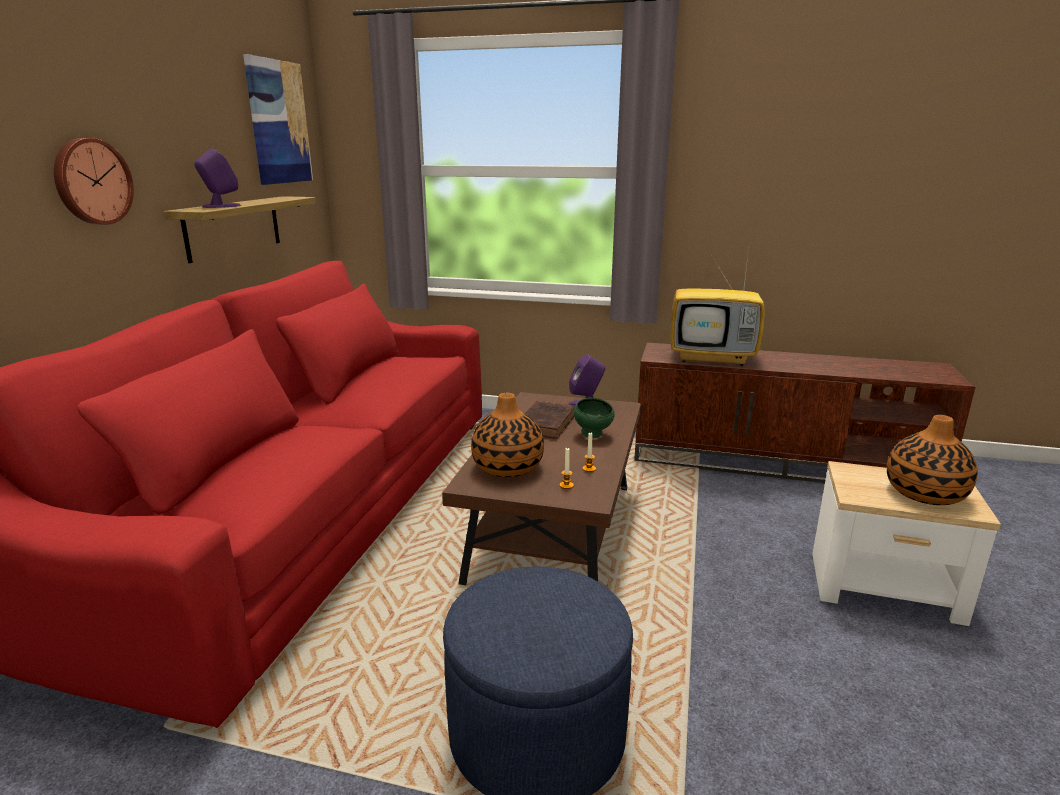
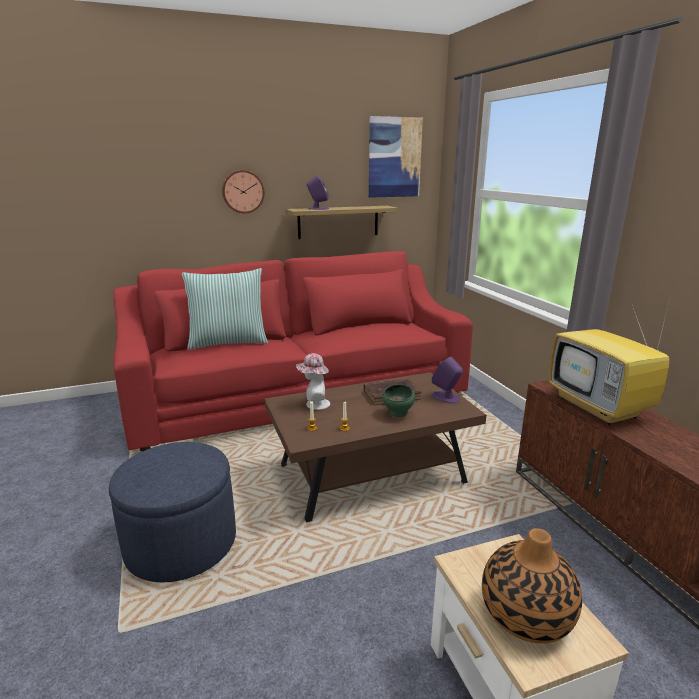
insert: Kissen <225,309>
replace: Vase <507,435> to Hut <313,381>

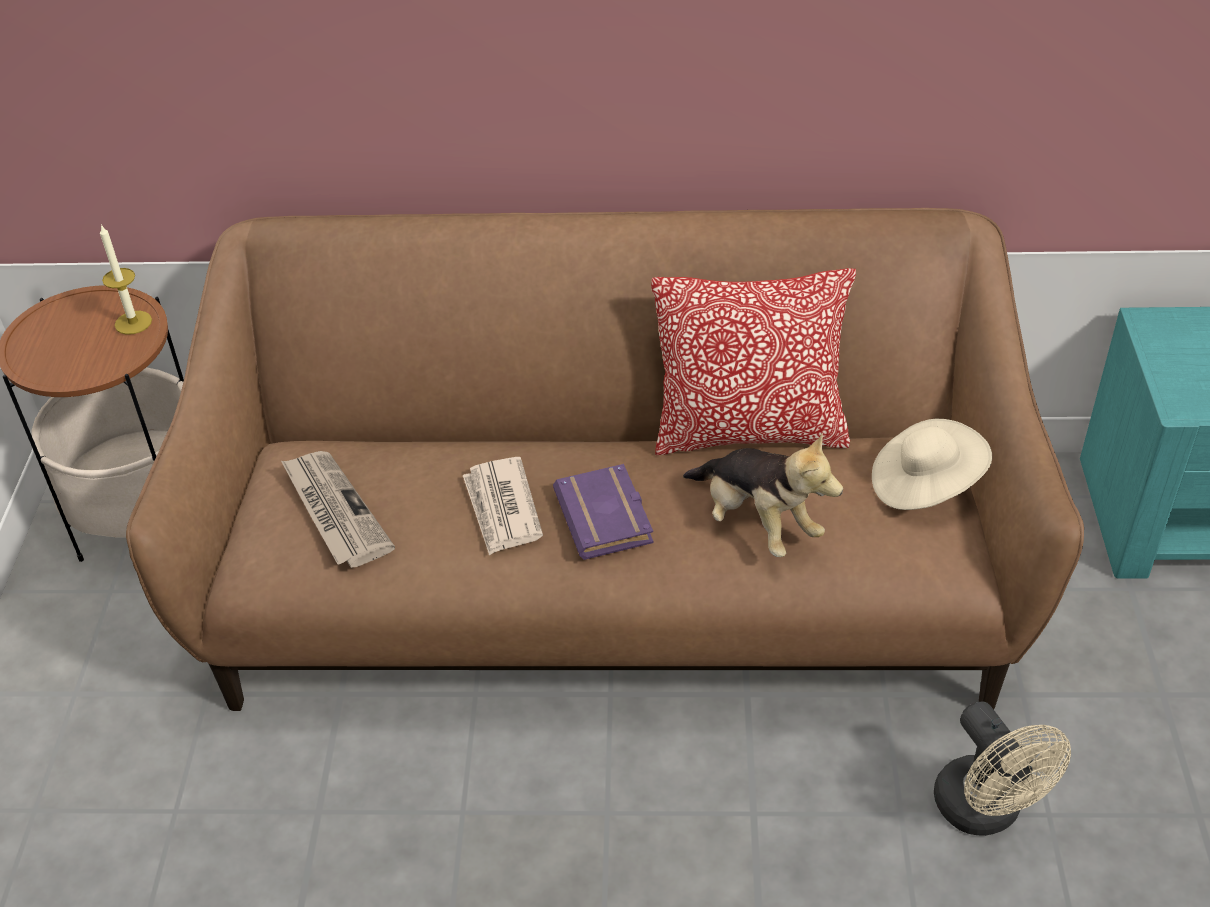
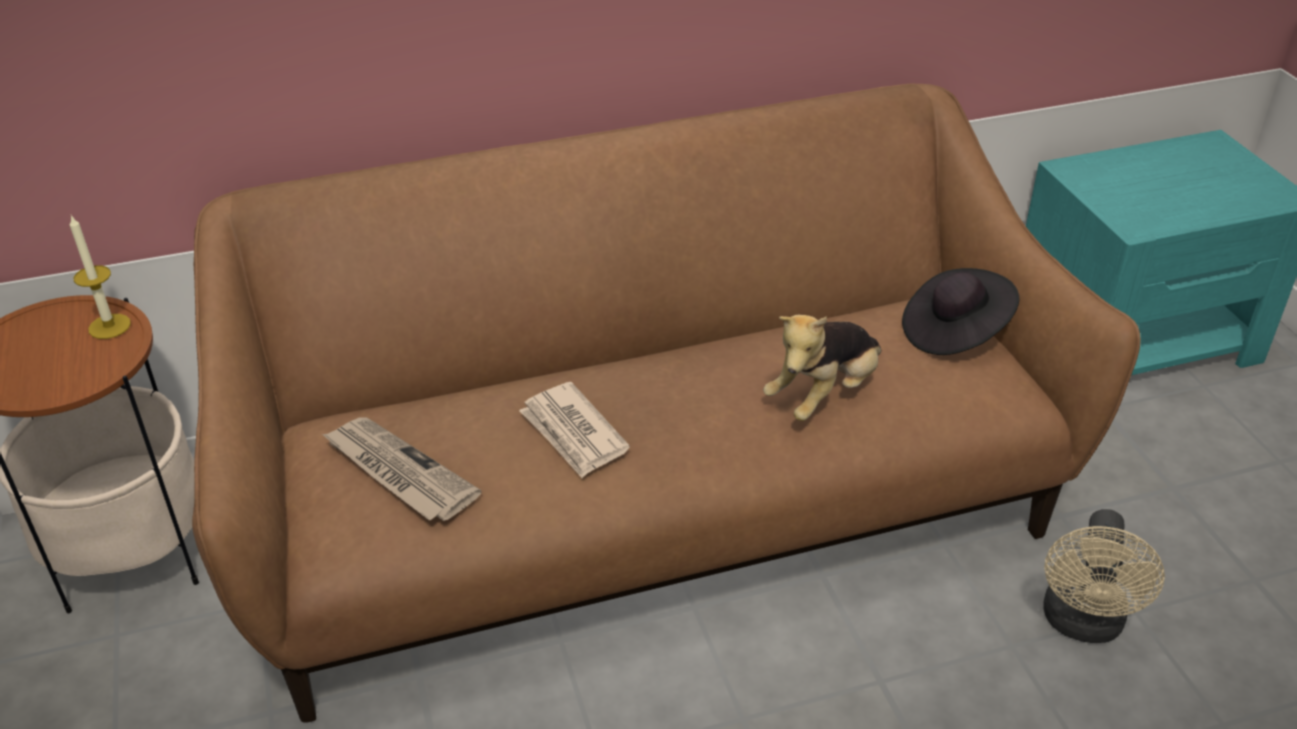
delete: Buch [lila] <603,512>; Kissen <753,361>
recolor: Hut [beige] <932,464> to Hut [schwarz] <960,311>
rotate: Plüschtier <763,495> = <822,368> 105 degrees clockwise; Ventilator [beige] <1002,768> = <1104,576> 60 degrees clockwise

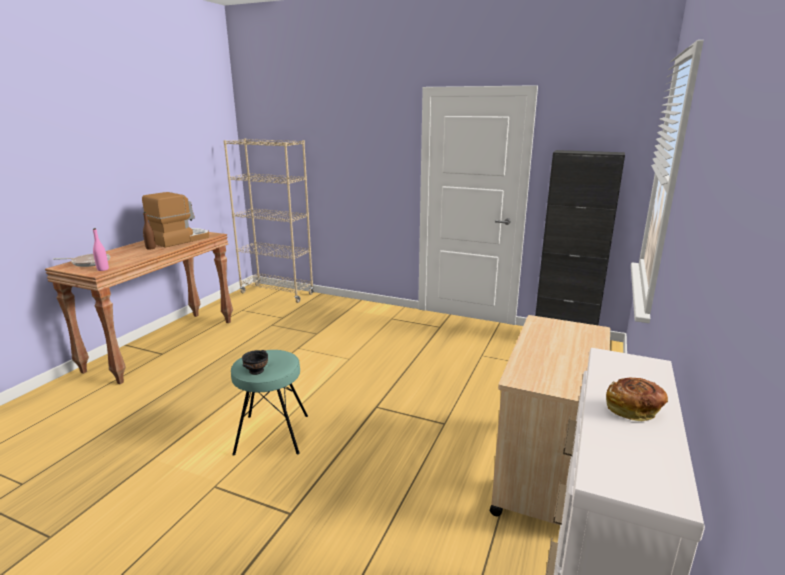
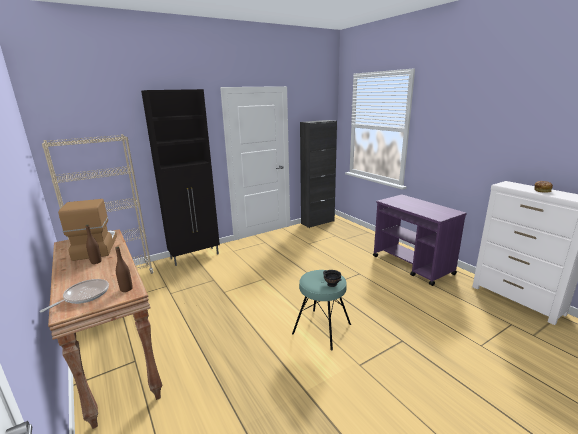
insert: Schrank [schwarz] <180,177>
recolor: Flasche [rosa] <101,249> to Flasche [braun] <124,269>; Rollwagen [beige] <549,420> to Rollwagen [lila] <420,240>

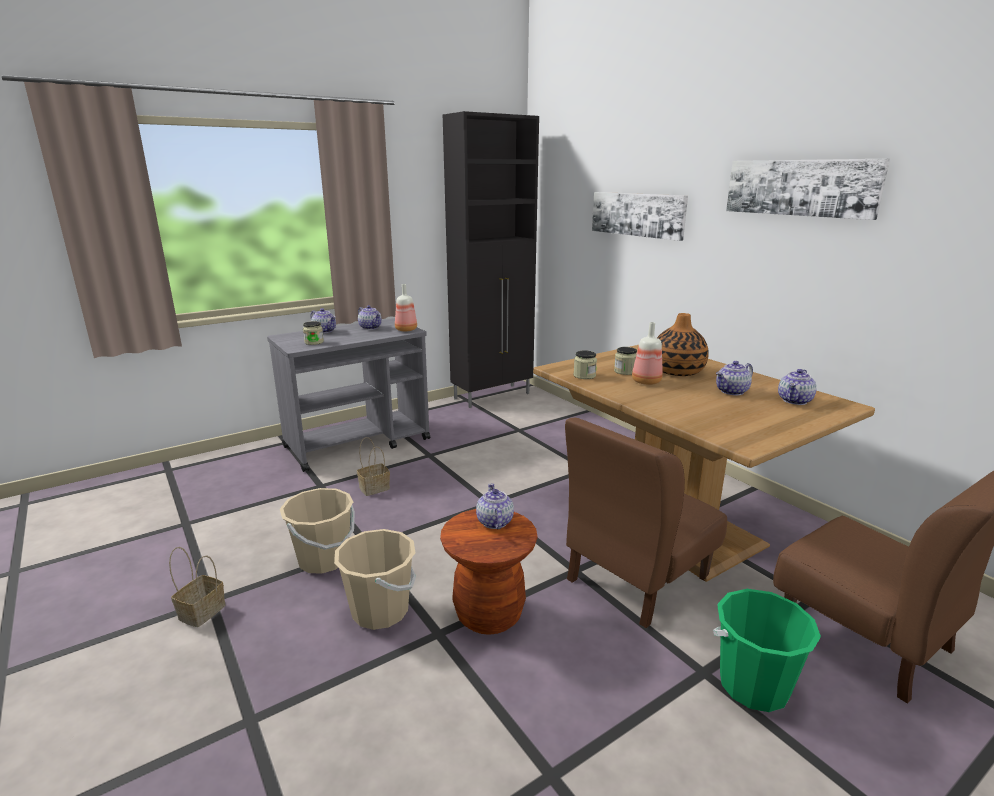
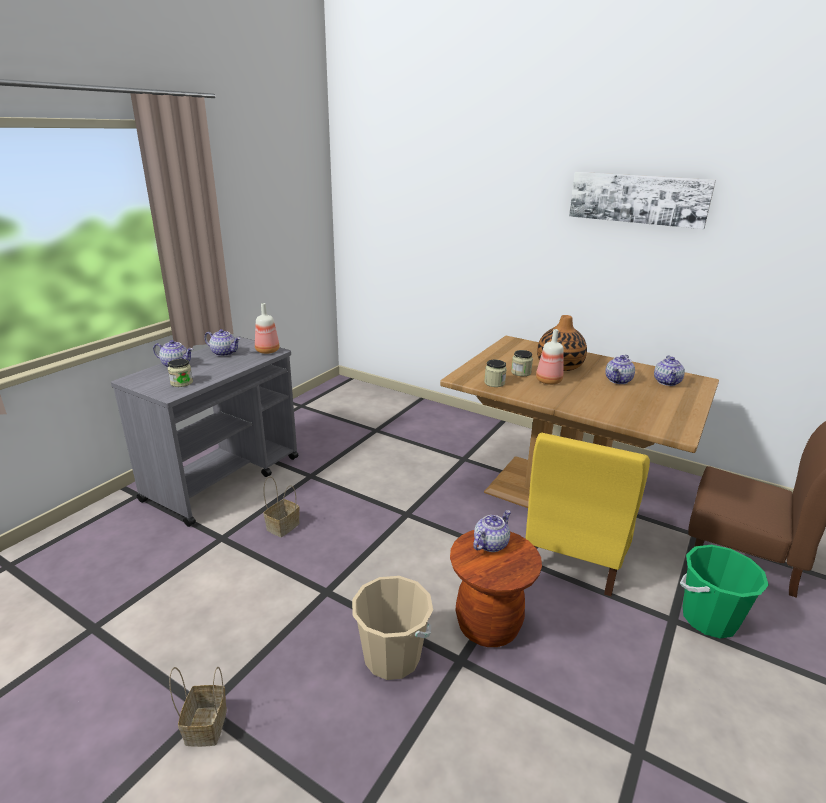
delete: Eimer [beige] <317,531>; Schrank [schwarz] <491,259>; Bild <640,216>
recolor: Stuhl [braun] <646,523> to Stuhl [gelb] <587,514>
rotate: Teekanne <495,506> = <492,531> 75 degrees clockwise

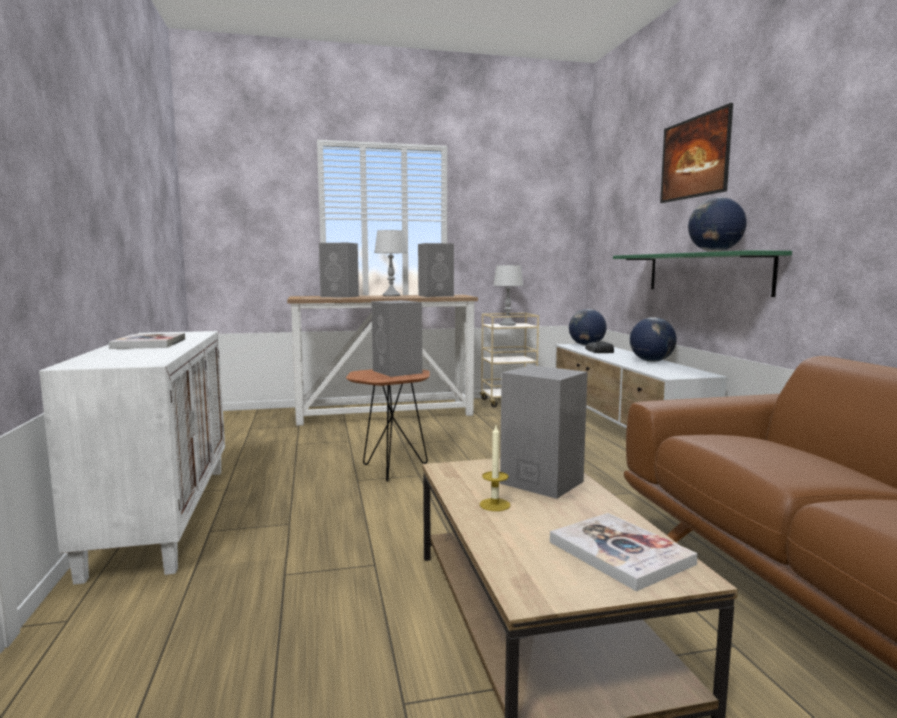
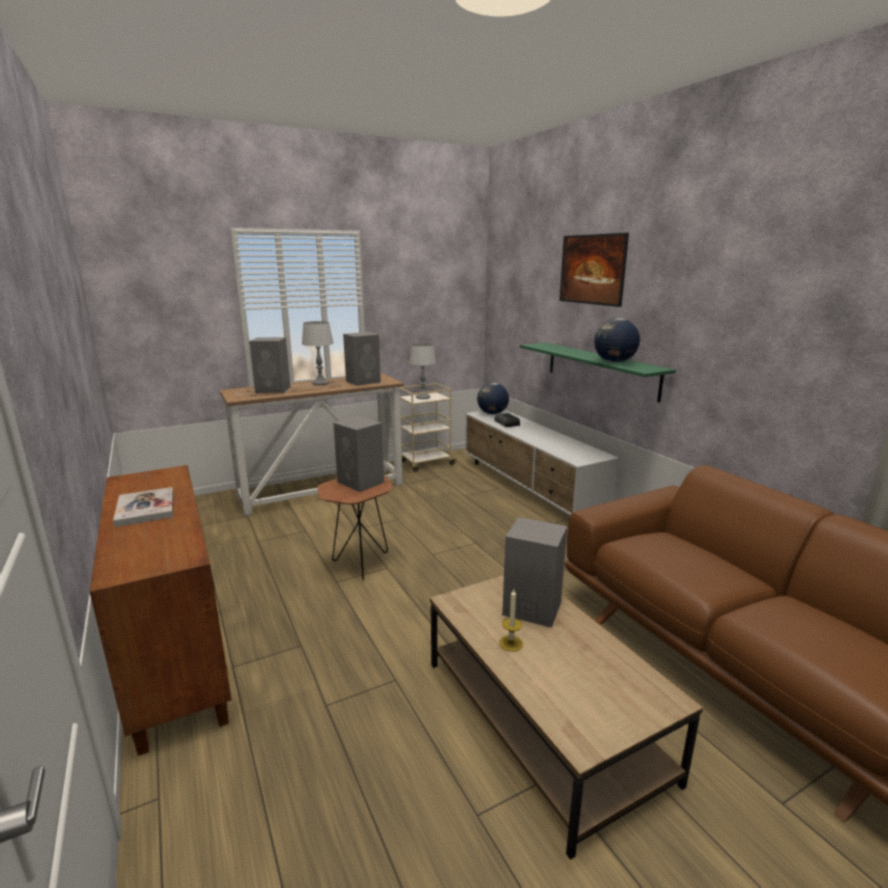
delete: Buch <624,552>; Globus <653,339>
recolor: Schrank [weiß] <132,458> to Schrank [braun] <160,610>

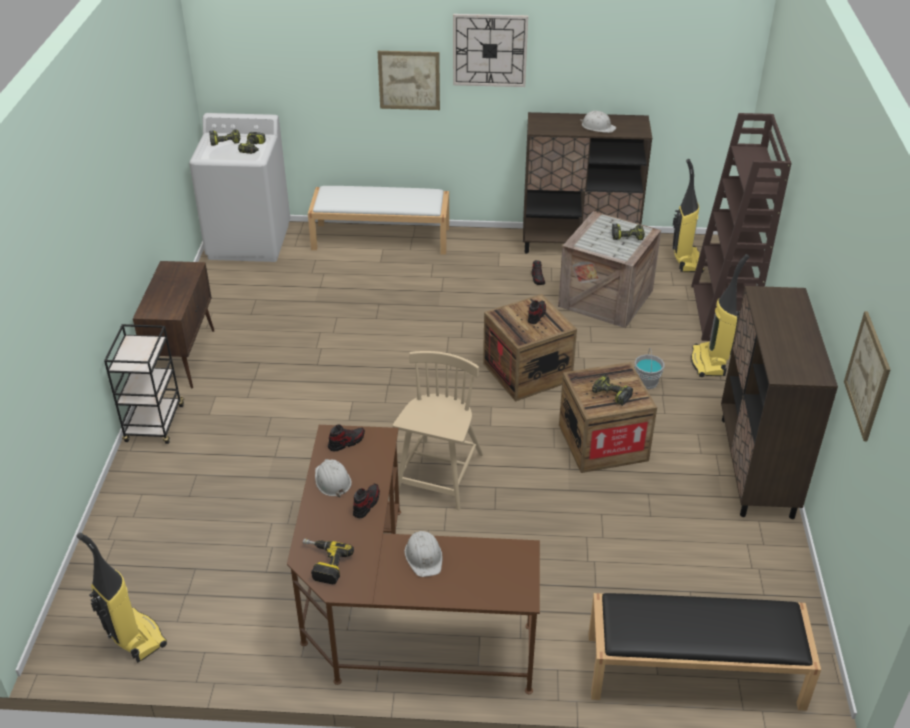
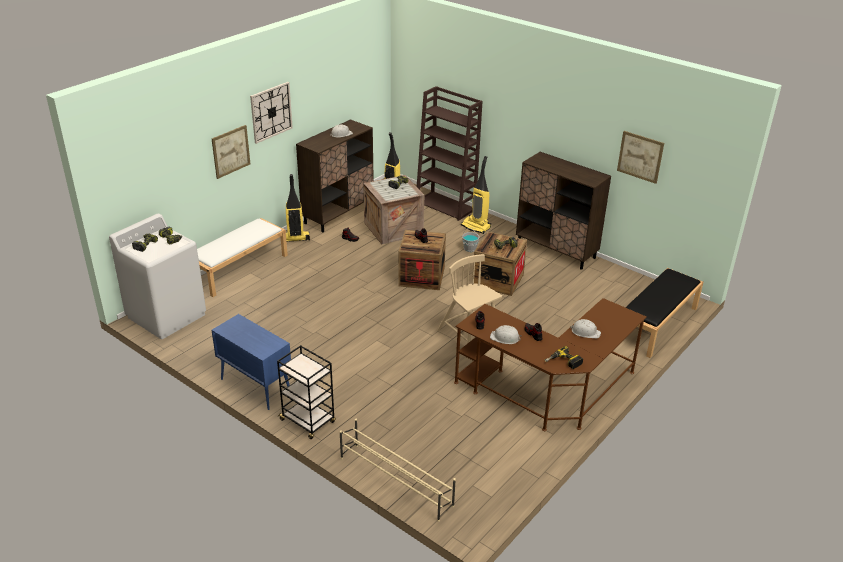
insert: Schuhregal [beige] <398,470>
move: Staubsauger <122,598> to <298,208>
recolor: Schrank [braun] <173,324> to Schrank [blau] <251,362>

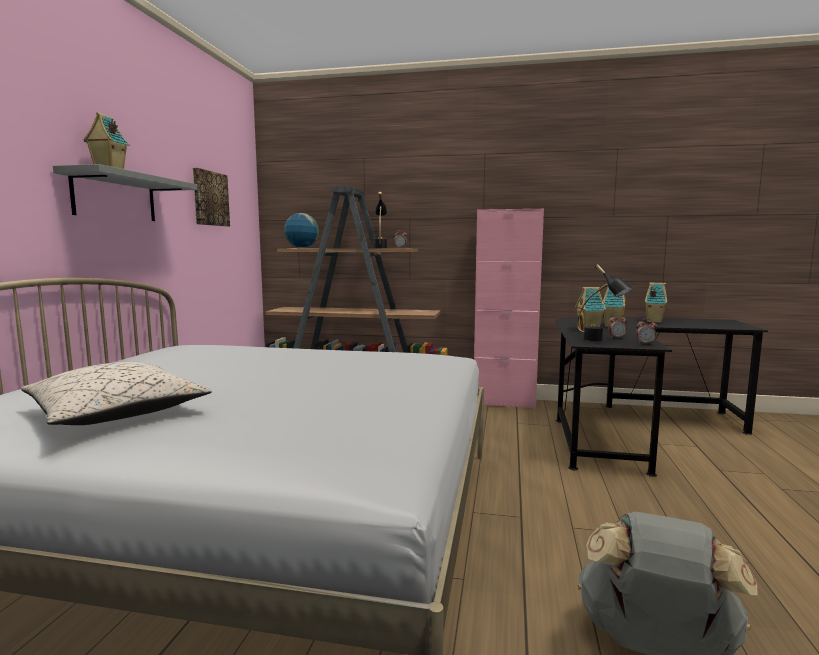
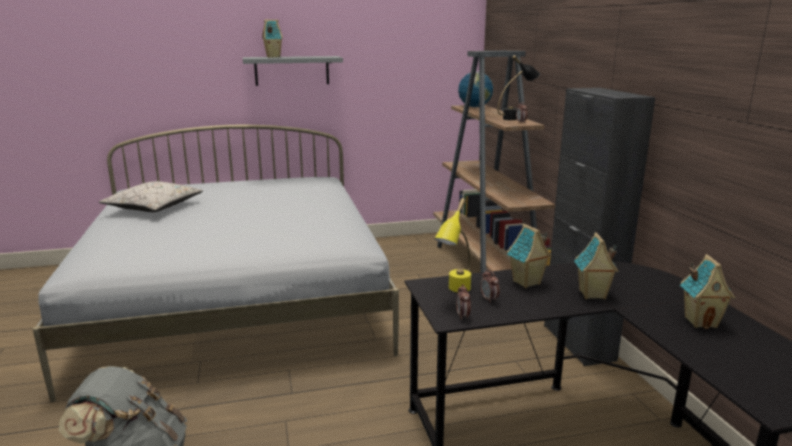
delete: Bild <211,197>
recolor: Schrank [rosa] <509,309> to Schrank [schwarz] <599,227>; Tischlampe [schwarz] <605,302> to Tischlampe [gelb] <452,245>

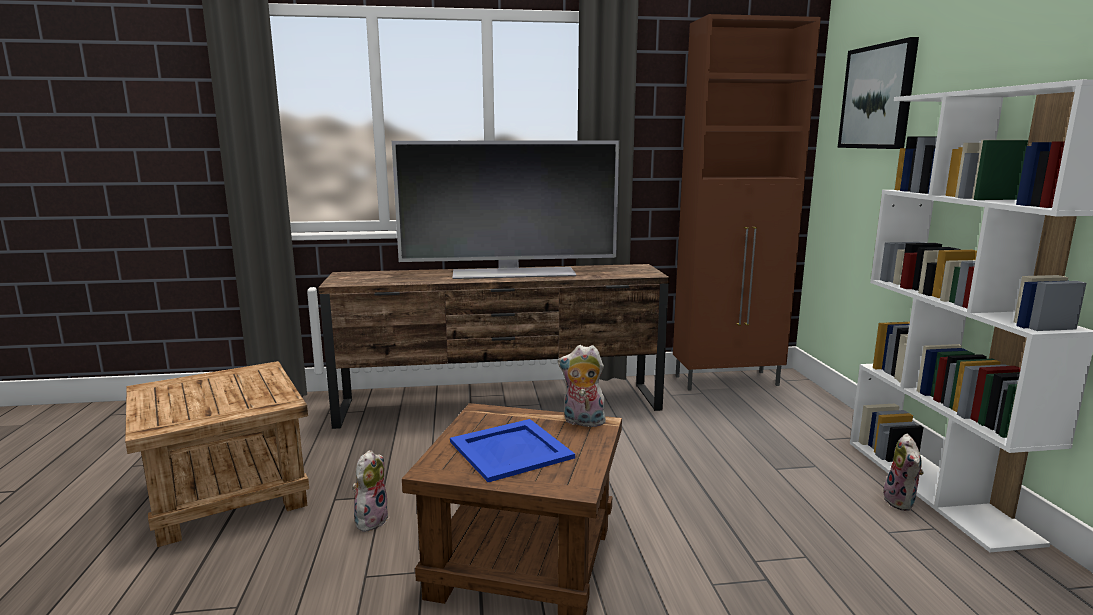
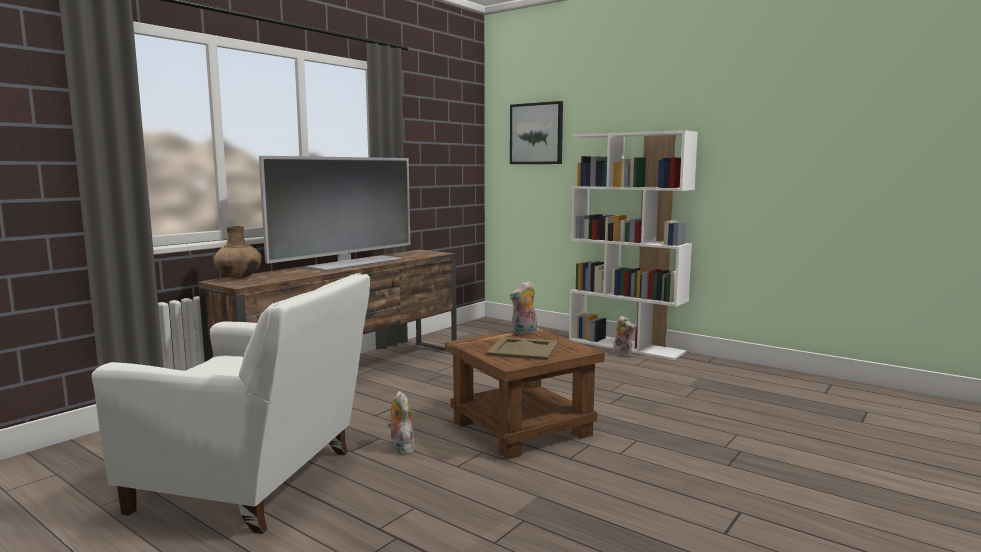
delete: Schrank [braun] <747,202>
insert: Vase [braun] <237,252>
replace: Beistelltisch [braun] <217,454> to Sessel [weiß] <231,403>
recolor: Tablett [blau] <512,450> to Tablett [beige] <522,348>

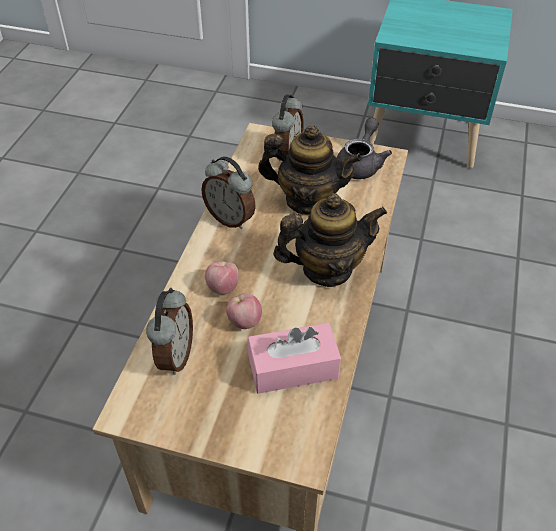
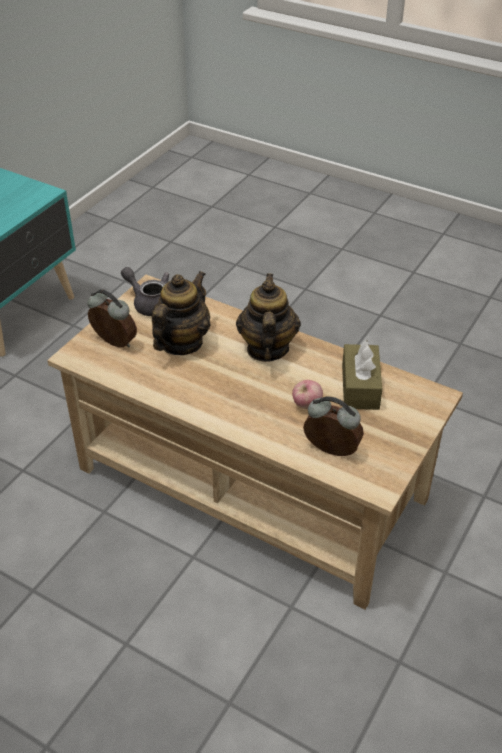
delete: Wecker <228,192>; Apfel <222,277>
recolor: Taschentuchbox [rosa] <294,358> to Taschentuchbox [braun] <362,375>

